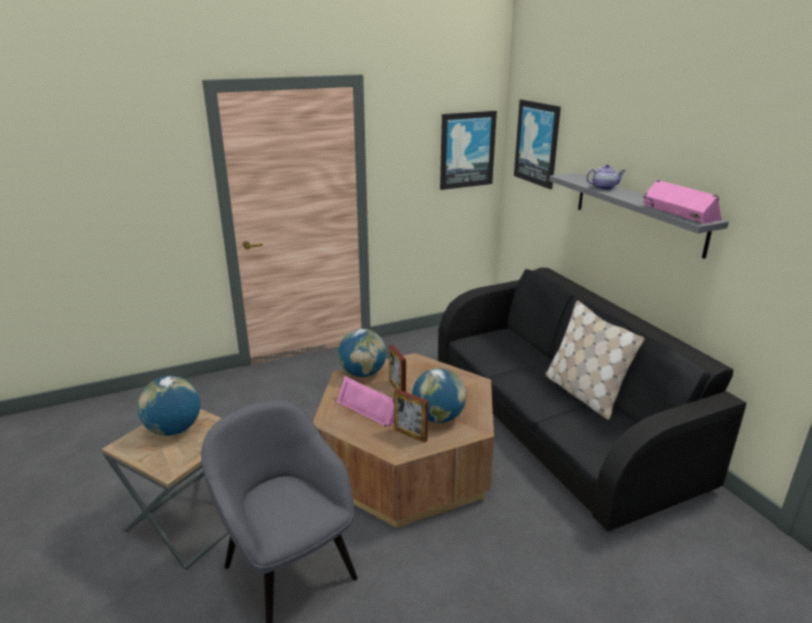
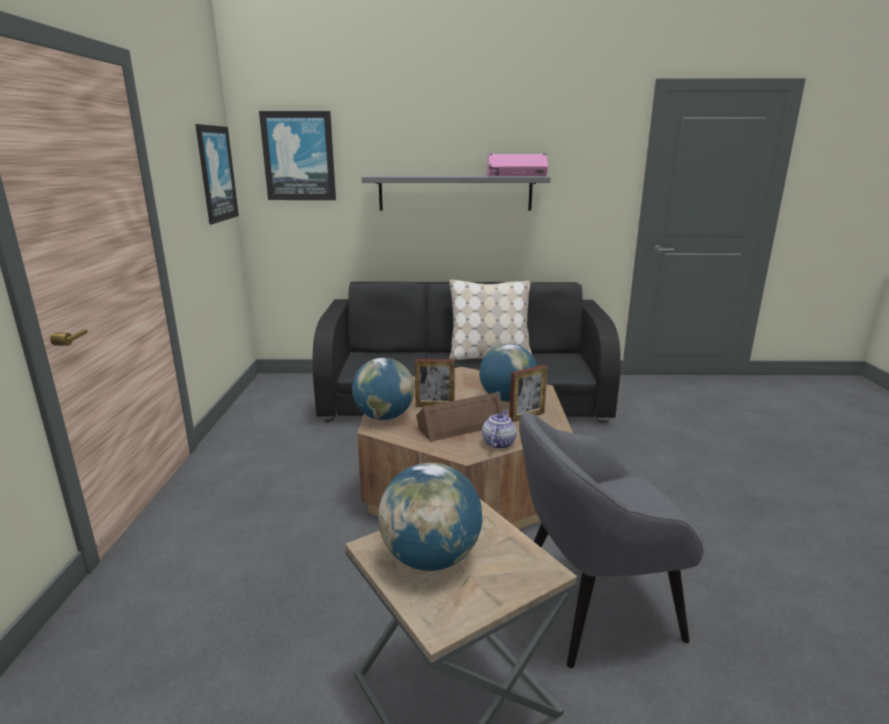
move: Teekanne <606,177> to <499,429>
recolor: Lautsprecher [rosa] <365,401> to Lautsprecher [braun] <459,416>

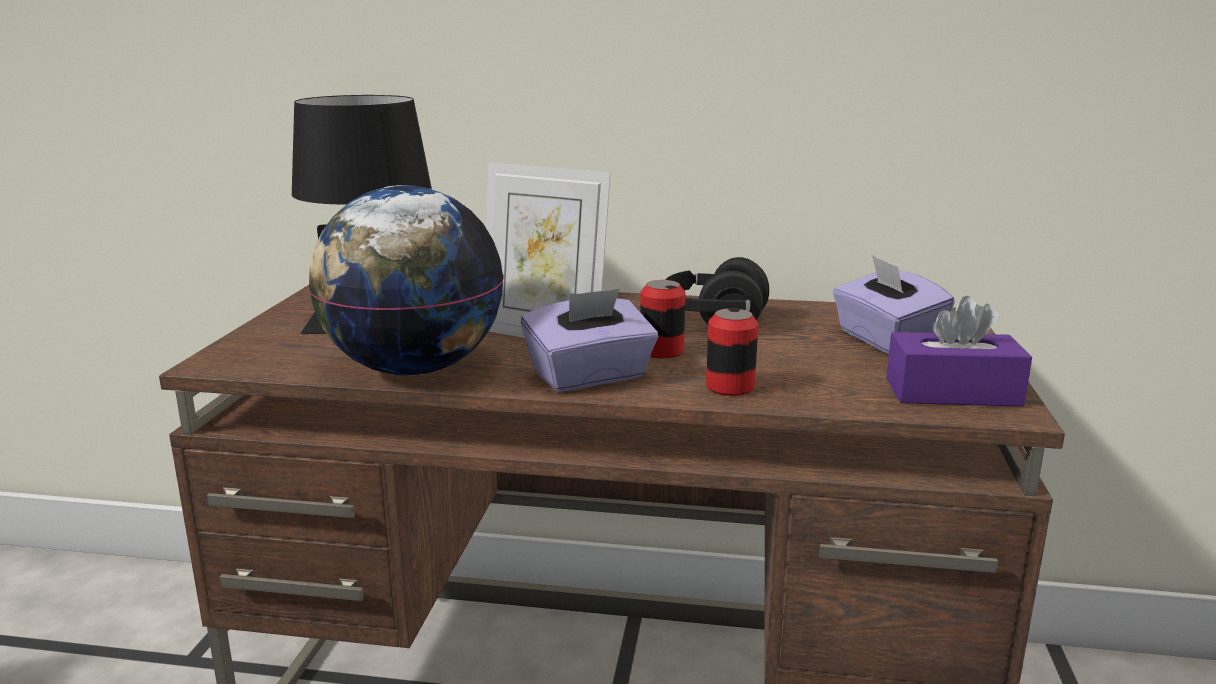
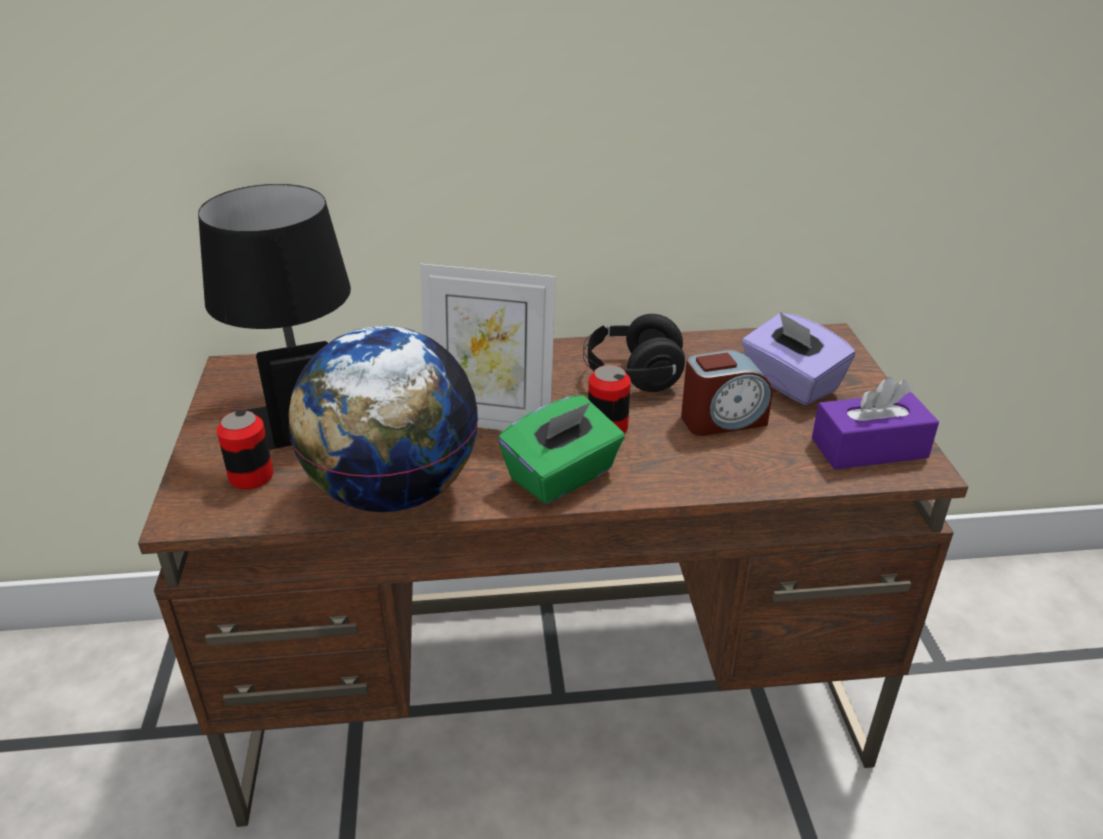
insert: Wecker <726,393>
move: Dose <732,352> to <245,450>
recolor: Taschentuchbox [lila] <589,340> to Taschentuchbox [grün] <561,449>

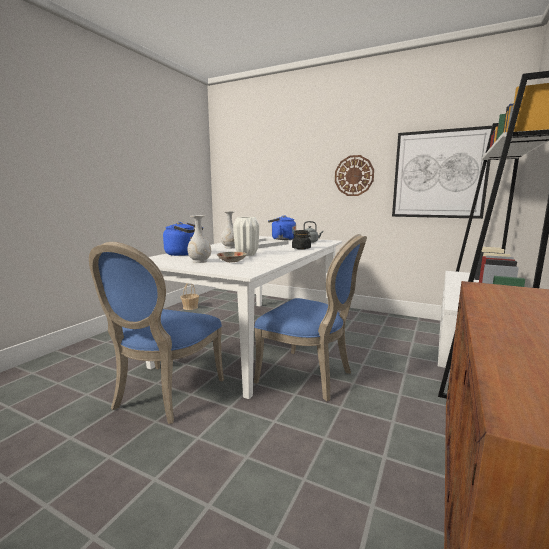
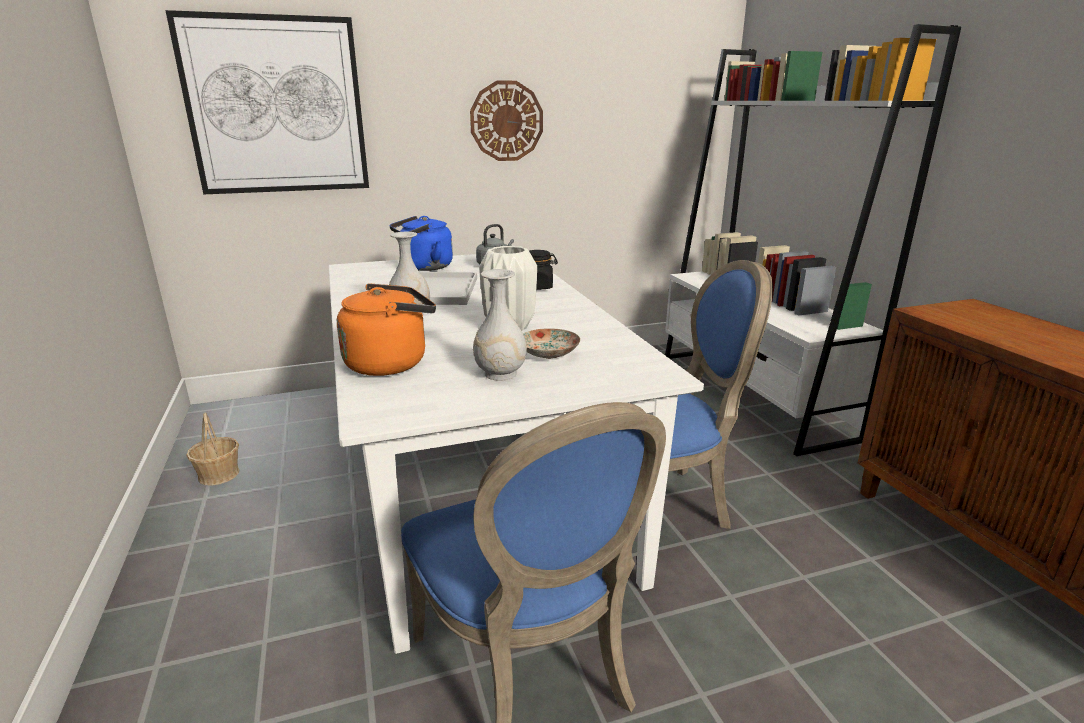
move: Bild <442,172> to <267,102>
recolor: Wasserkessel [blau] <183,239> to Wasserkessel [orange] <386,329>

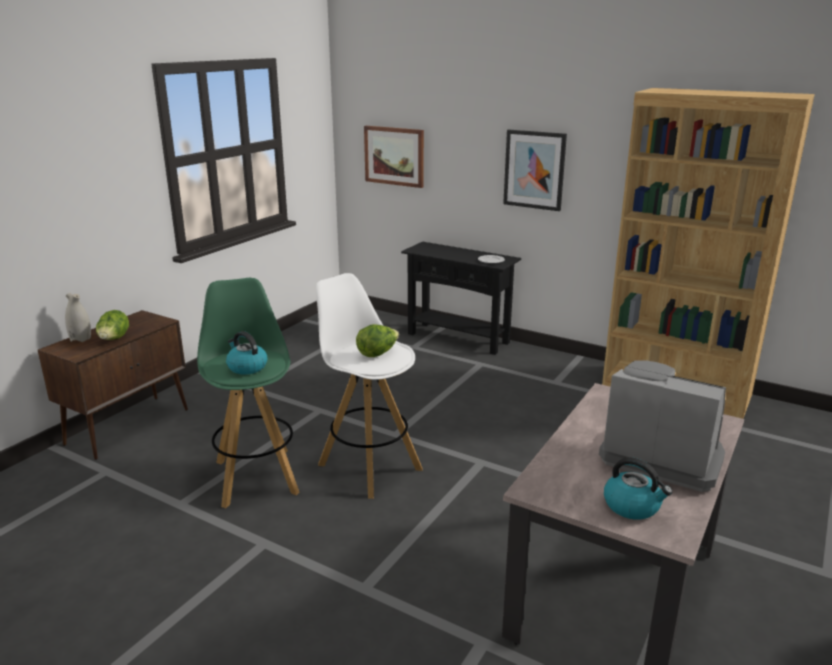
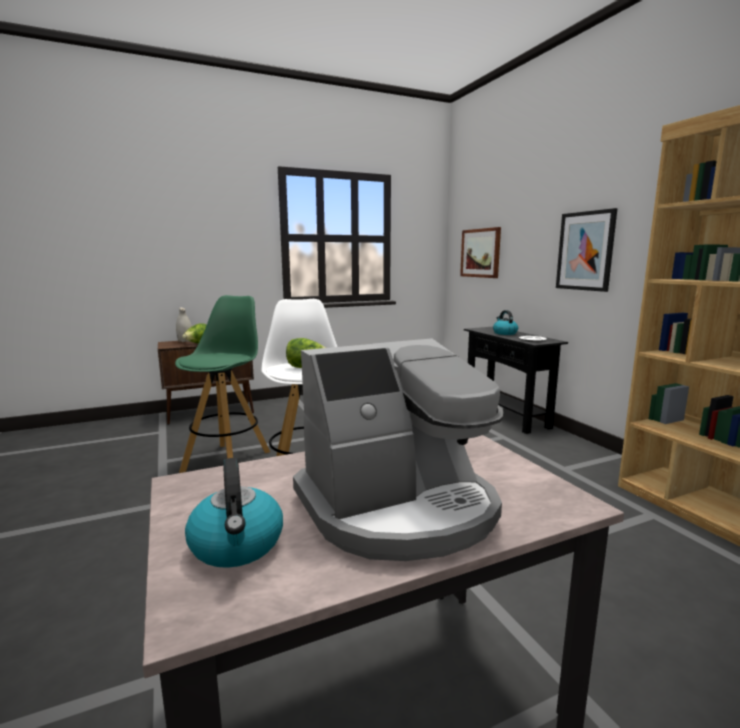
move: Wasserkessel <246,353> to <505,322>
rotate: Kaffeemaschine <662,426> = <398,449> 90 degrees clockwise

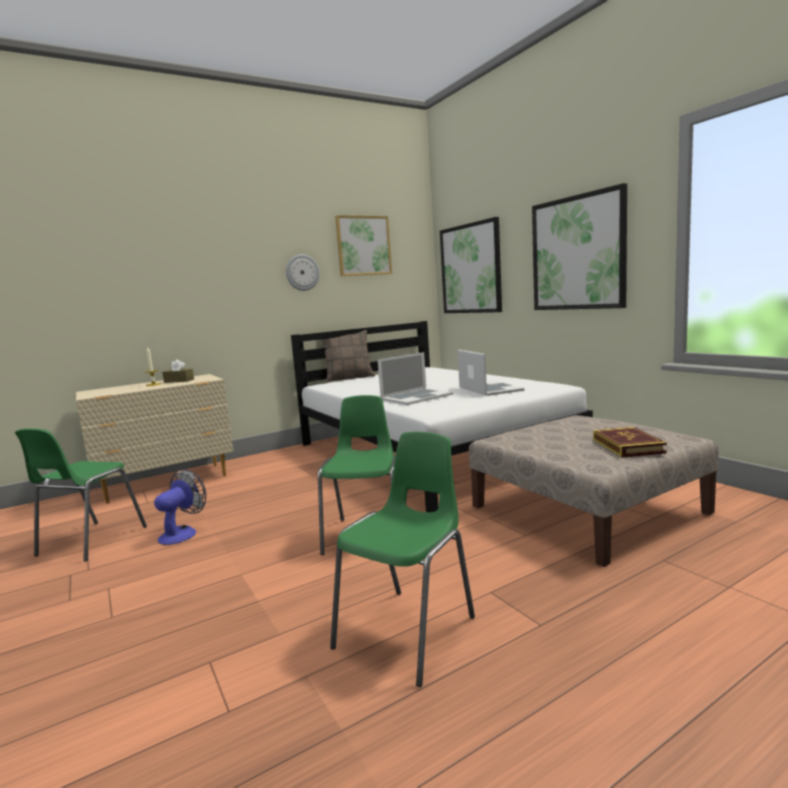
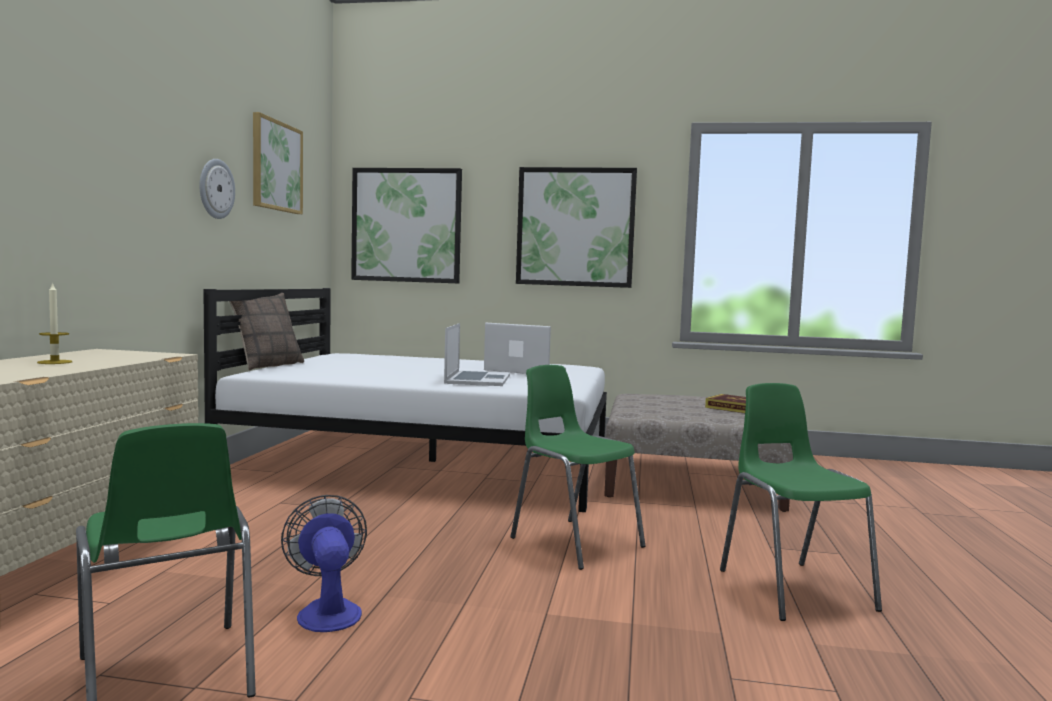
delete: Taschentuchbox [braun] <178,371>

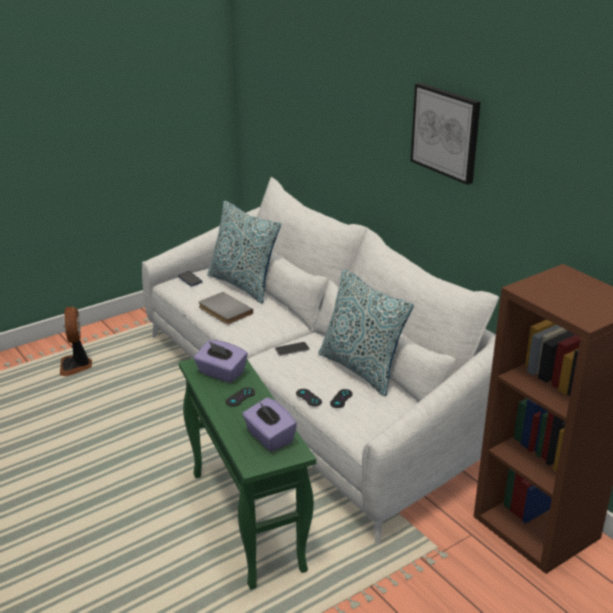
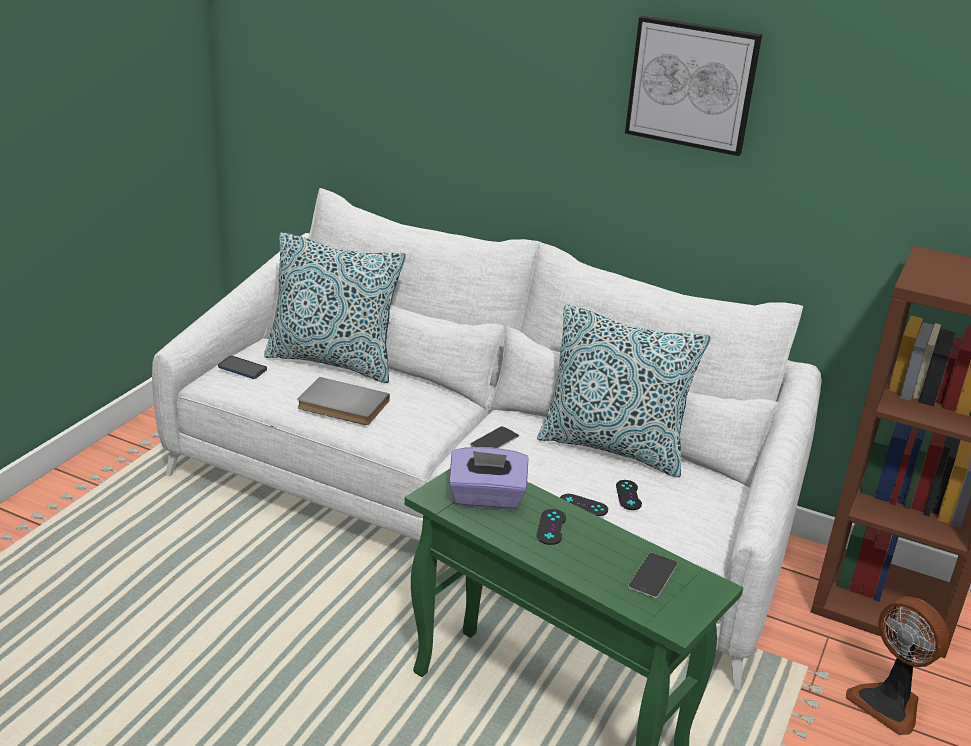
move: Ventilator <76,341> to <897,665>
replace: Taschentuchbox [lila] <269,424> to Handy <653,575>

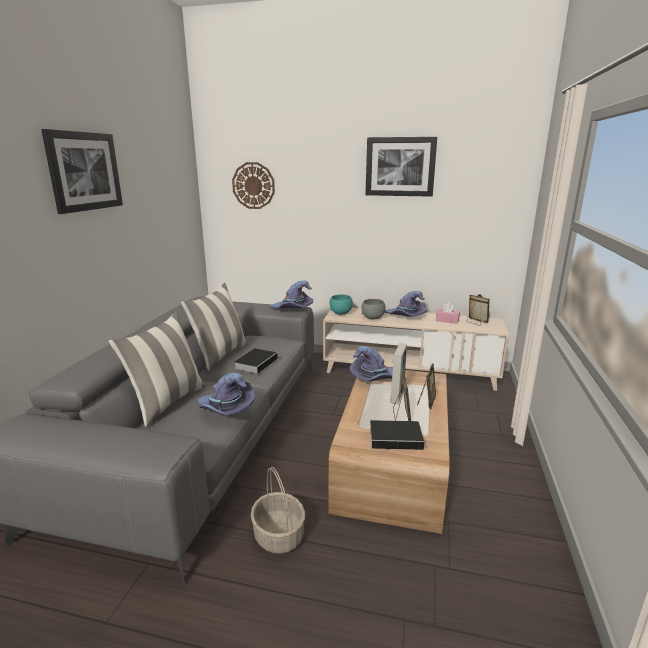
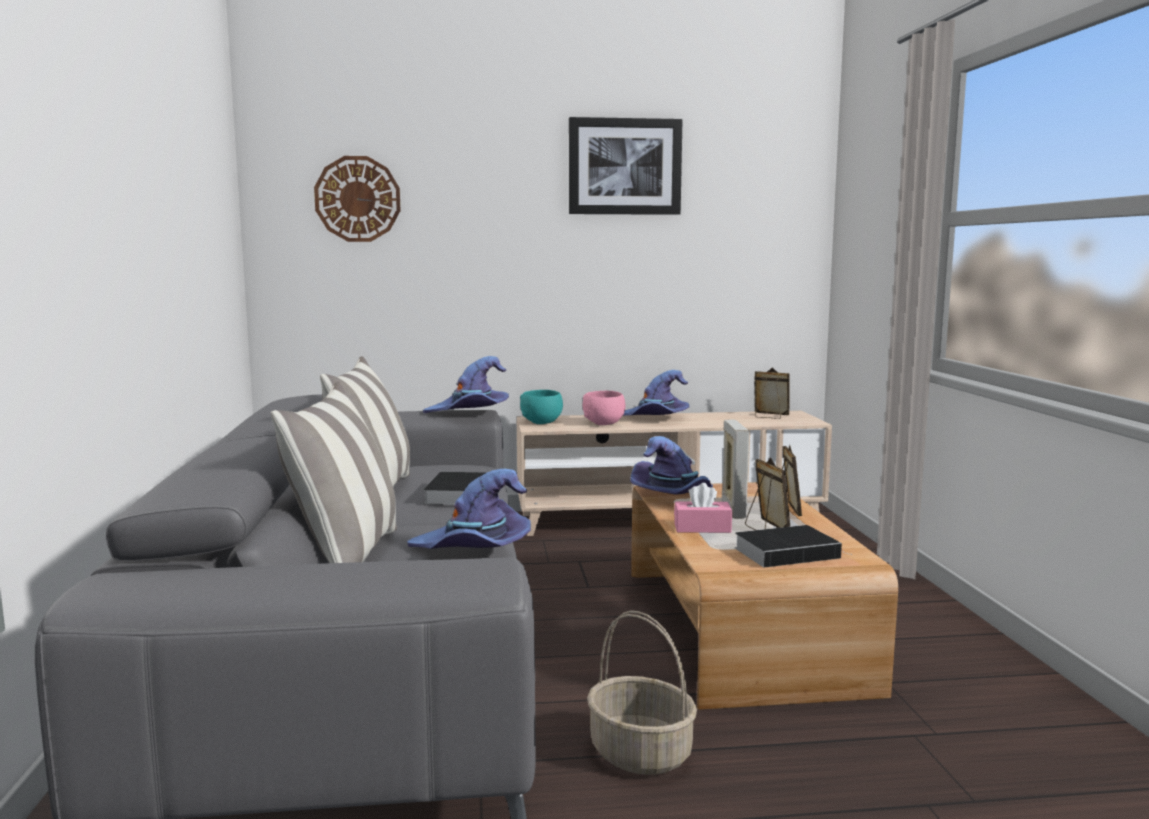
delete: Bild <82,171>
move: Taschentuchbox [rosa] <448,313> to <703,508>
recolor: Schüssel [grau] <373,309> to Schüssel [rosa] <603,408>

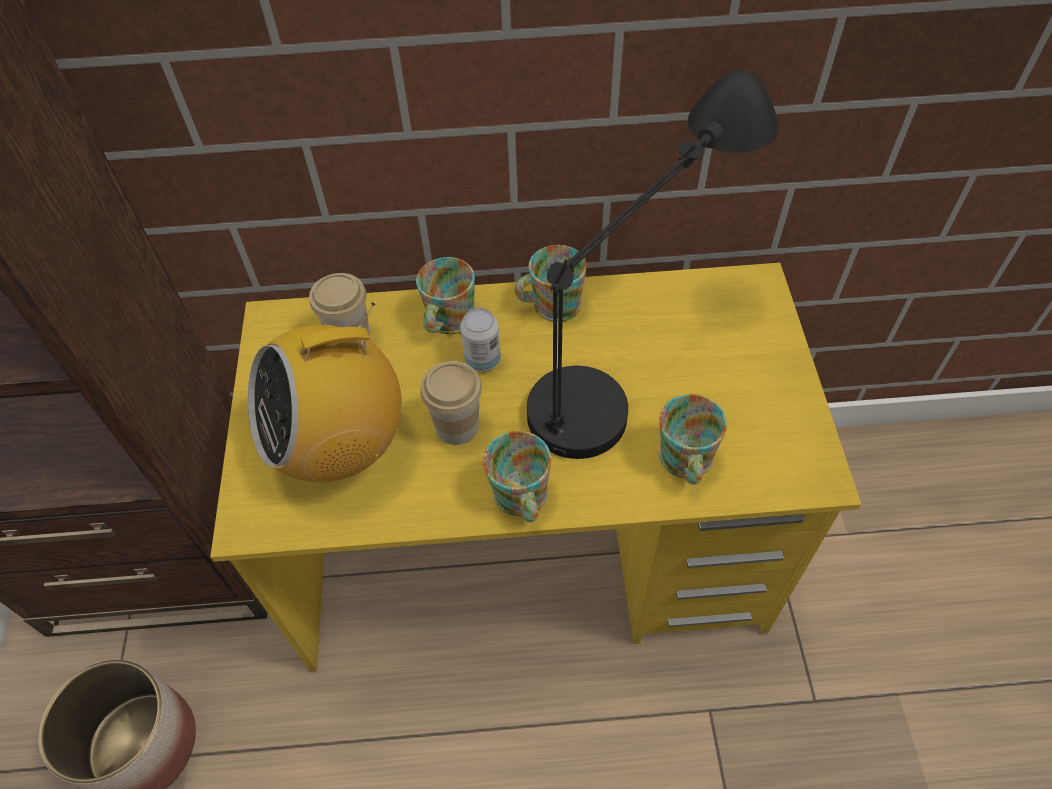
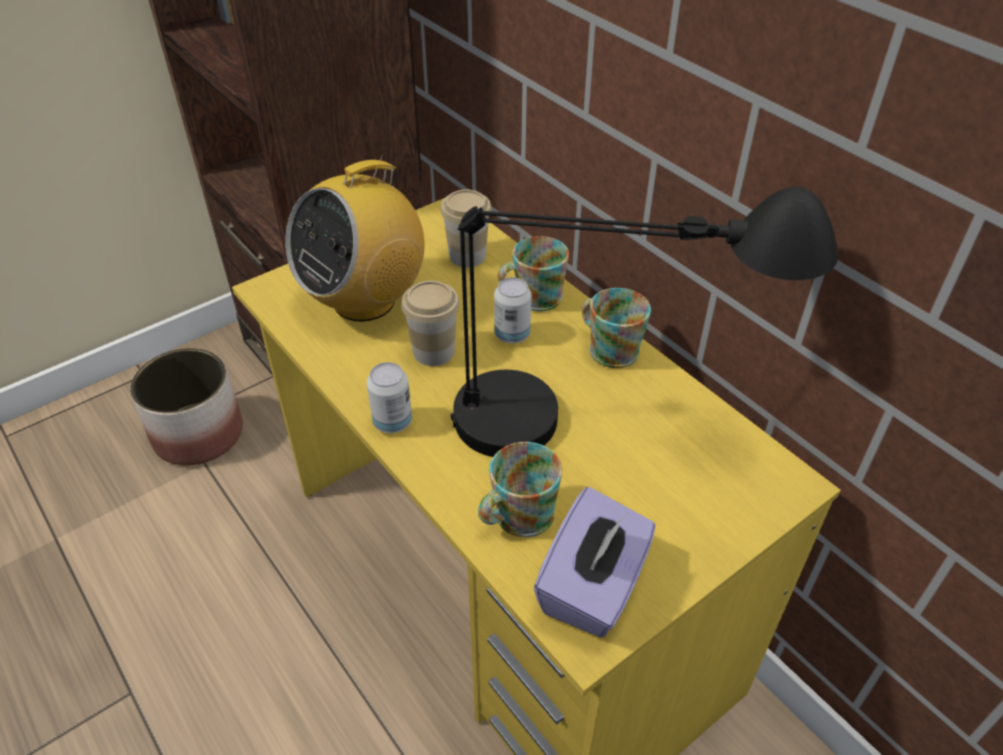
insert: Taschentuchbox [lila] <595,562>
replace: Henkelbecher <517,476> to Dose <389,397>
rotate: Radio <325,392> = <355,238> 75 degrees counterclockwise

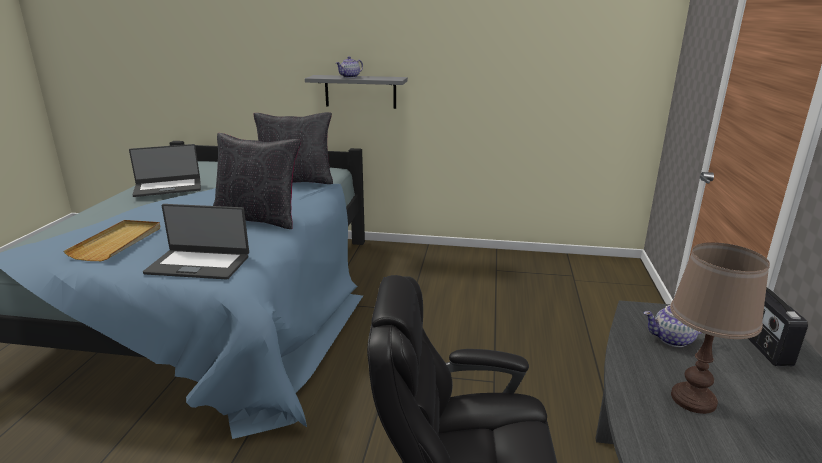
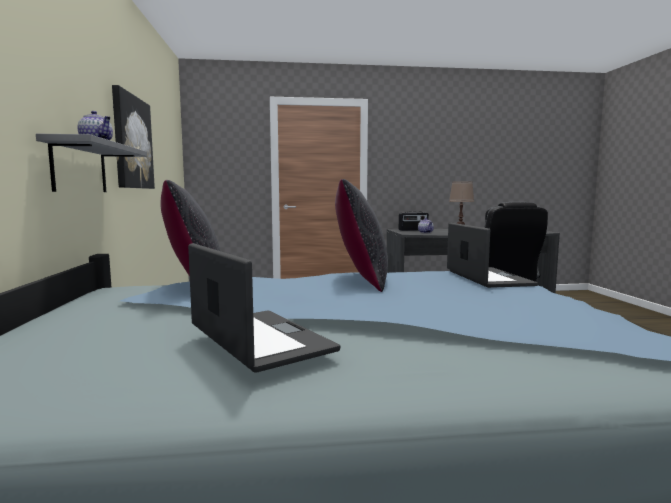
delete: Tablett [beige] <112,240>
insert: Bild <133,137>

